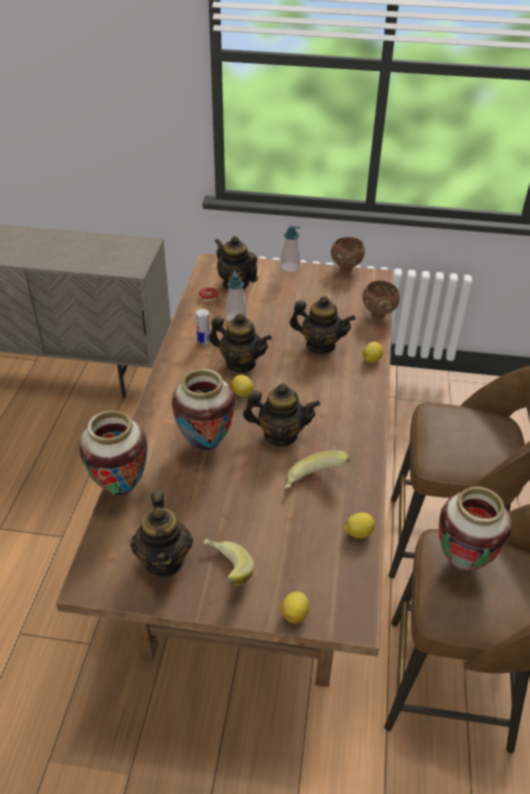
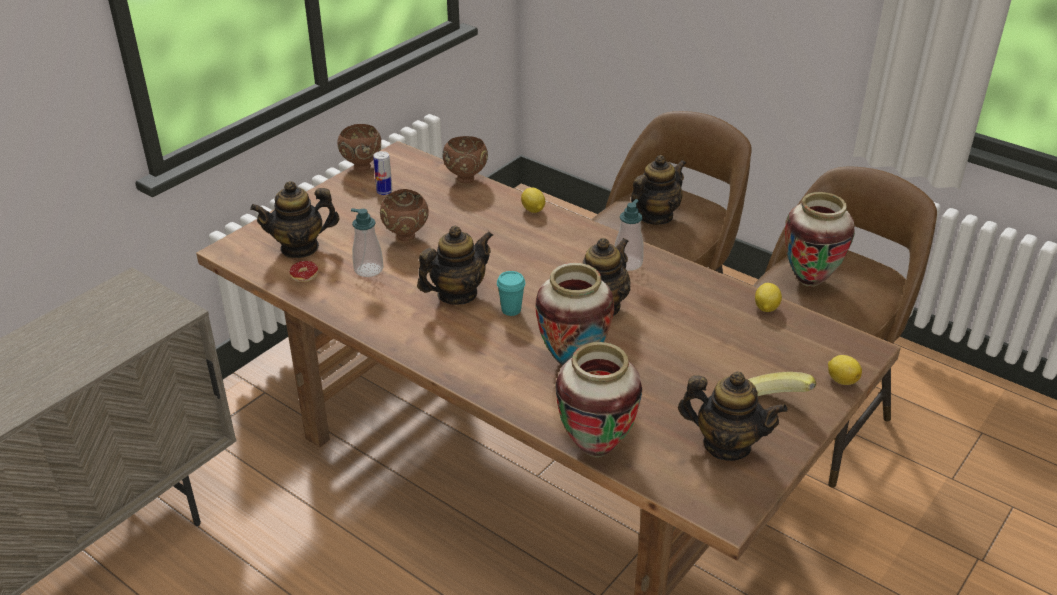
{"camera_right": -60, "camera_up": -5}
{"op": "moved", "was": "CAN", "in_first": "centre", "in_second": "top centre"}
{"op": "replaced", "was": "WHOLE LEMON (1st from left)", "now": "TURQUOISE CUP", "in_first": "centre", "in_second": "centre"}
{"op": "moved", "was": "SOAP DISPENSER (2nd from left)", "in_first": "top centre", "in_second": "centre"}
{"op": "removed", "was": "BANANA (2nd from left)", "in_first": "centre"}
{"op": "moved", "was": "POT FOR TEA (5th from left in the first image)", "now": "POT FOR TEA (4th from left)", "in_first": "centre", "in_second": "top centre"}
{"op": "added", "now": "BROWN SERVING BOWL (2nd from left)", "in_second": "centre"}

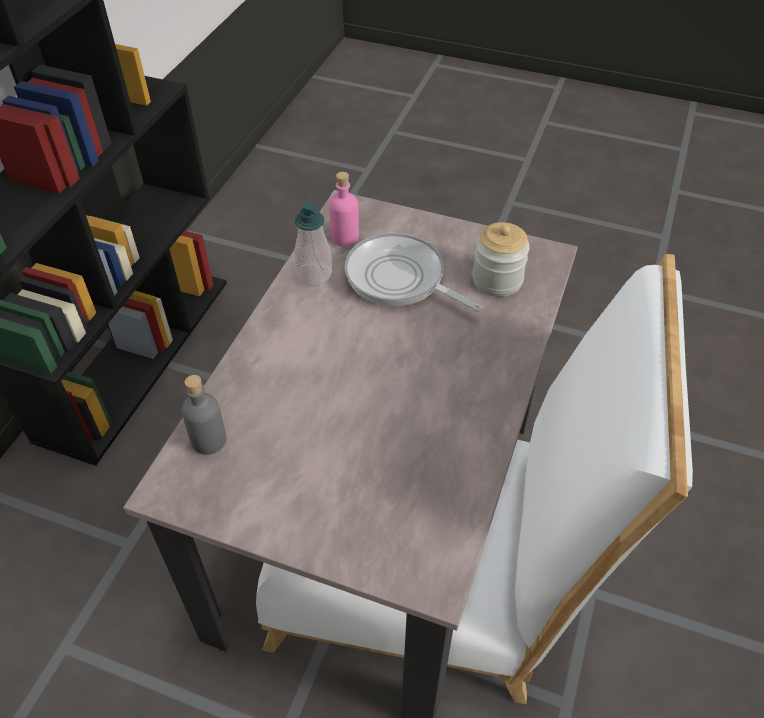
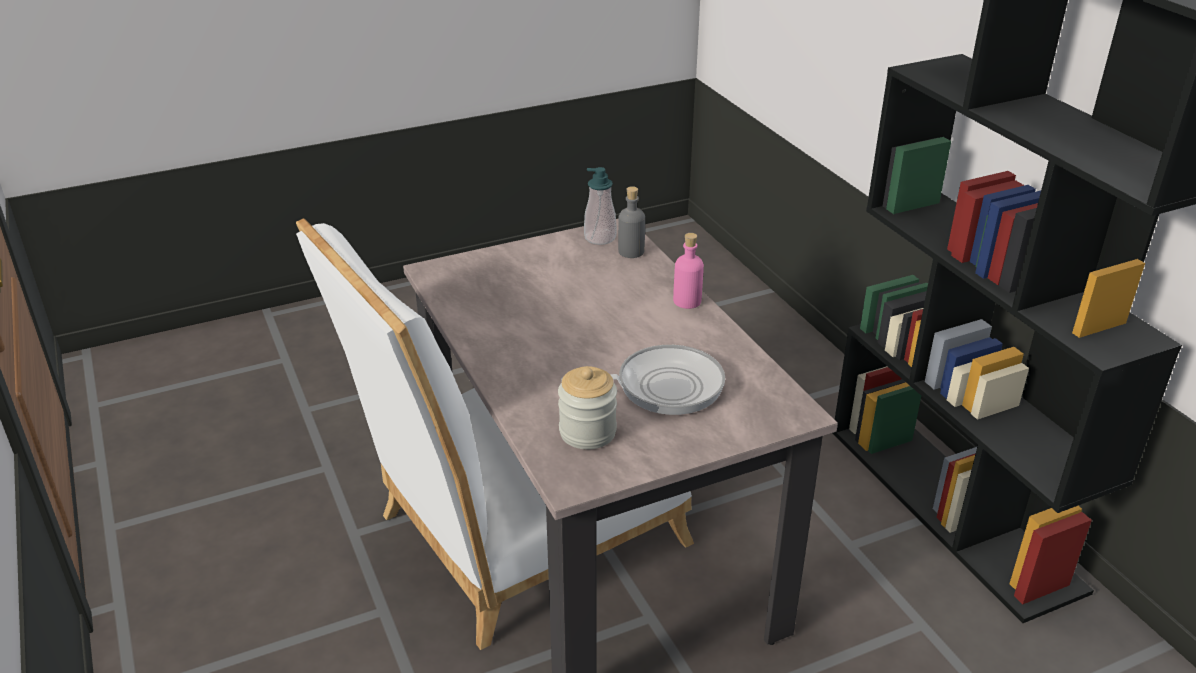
{"camera_right": 135, "camera_up": -15}
{"op": "moved", "was": "SOAP DISPENSER", "in_first": "centre", "in_second": "top centre"}
{"op": "moved", "was": "PINK-COLOURED BOTTLE", "in_first": "top centre", "in_second": "centre"}

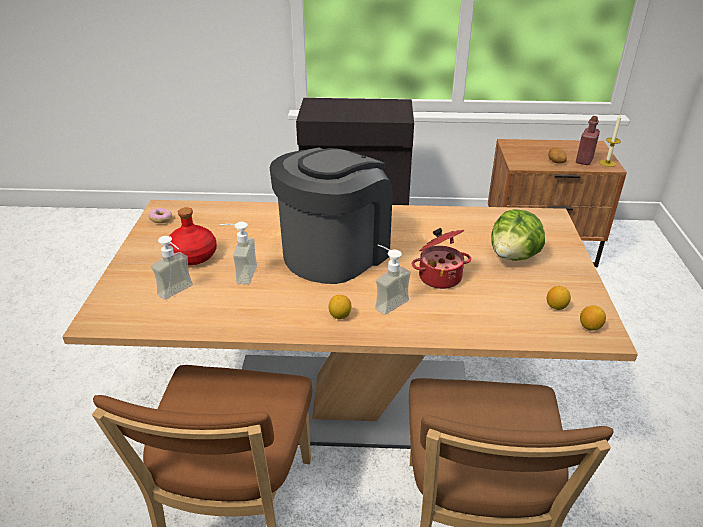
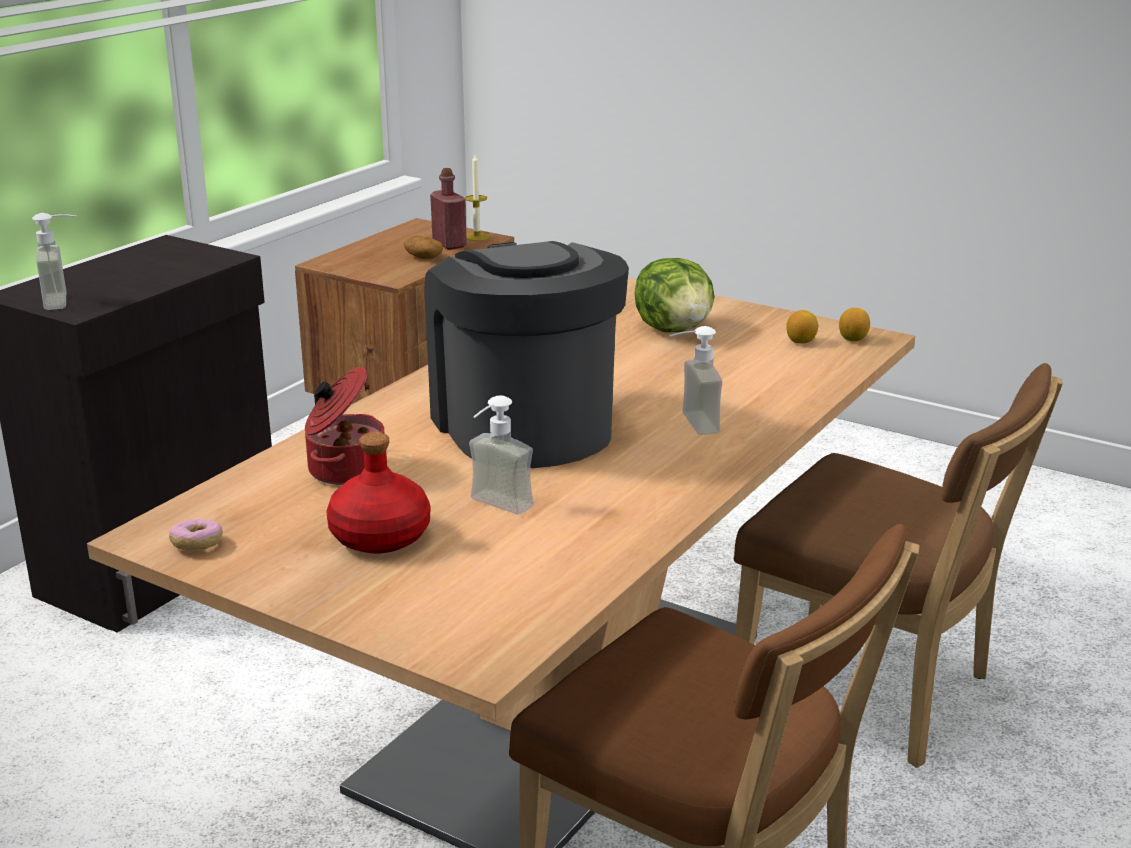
{"camera_right": -60, "camera_up": -10}
{"op": "moved", "was": "SOAP DISPENSER (1st from left)", "in_first": "middle left", "in_second": "top left"}
{"op": "removed", "was": "WHOLE LEMON (1st from left)", "in_first": "centre"}
{"op": "moved", "was": "COOKING POT", "in_first": "centre", "in_second": "middle left"}

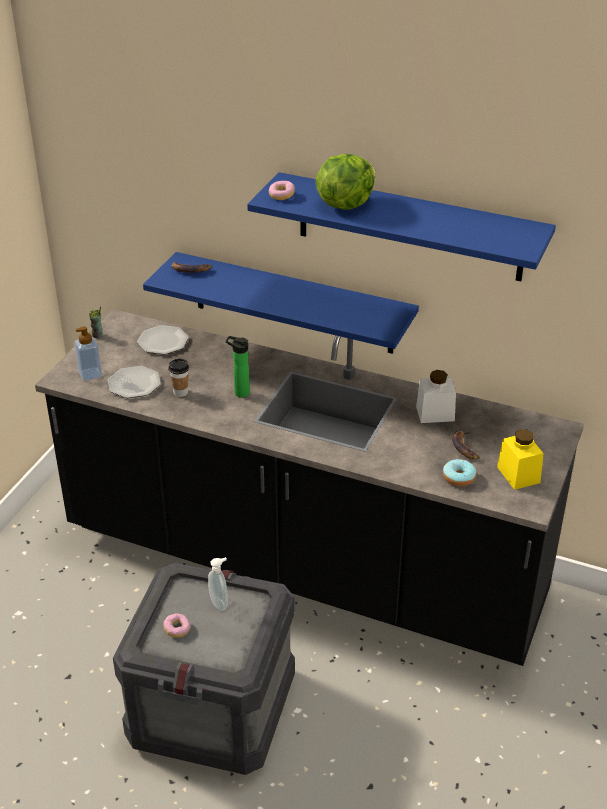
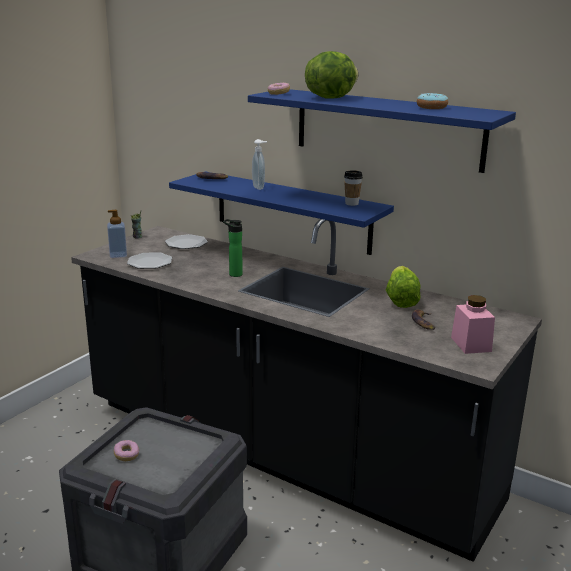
{"camera_right": 10, "camera_up": -15}
{"op": "moved", "was": "CUP (2nd from left)", "in_first": "middle left", "in_second": "top centre"}
{"op": "moved", "was": "SOAP DISPENSER (2nd from left)", "in_first": "bottom centre", "in_second": "top centre"}
{"op": "replaced", "was": "WHITE PRESERVE JAR", "now": "LETTUCE (2nd from left)", "in_first": "middle right", "in_second": "middle right"}
{"op": "moved", "was": "DONUT (3rd from left)", "in_first": "middle right", "in_second": "top right"}
{"op": "recoloured", "was": "YELLOWISH PRESERVE JAR", "now": "PINK-COLOURED PRESERVE JAR", "in_first": "middle right", "in_second": "middle right"}

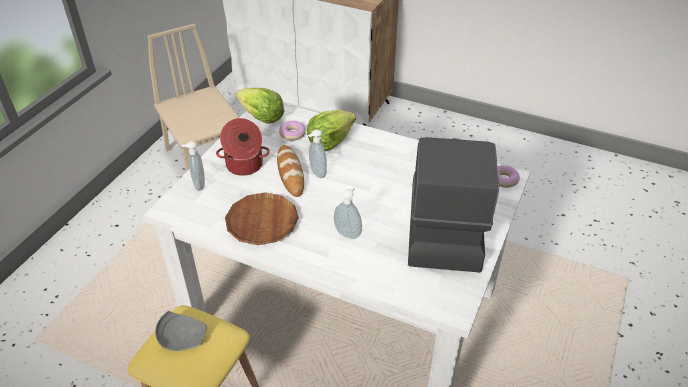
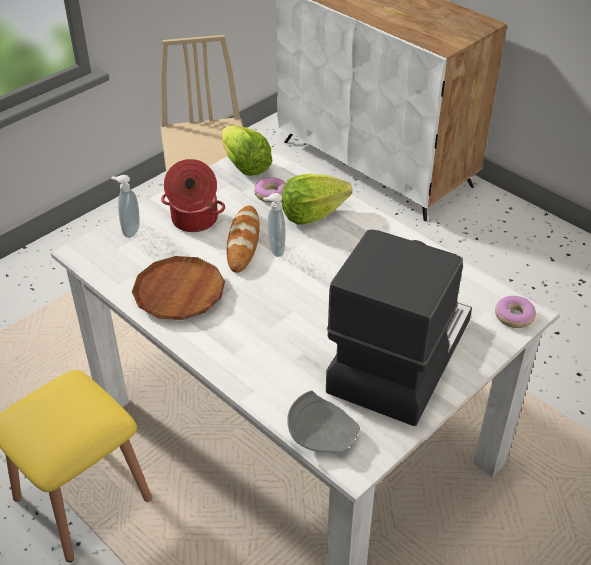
{"camera_right": 20, "camera_up": 0}
{"op": "moved", "was": "GRAY DINNER PLATE", "in_first": "bottom left", "in_second": "bottom centre"}
{"op": "removed", "was": "SOAP DISPENSER (3rd from left)", "in_first": "centre"}

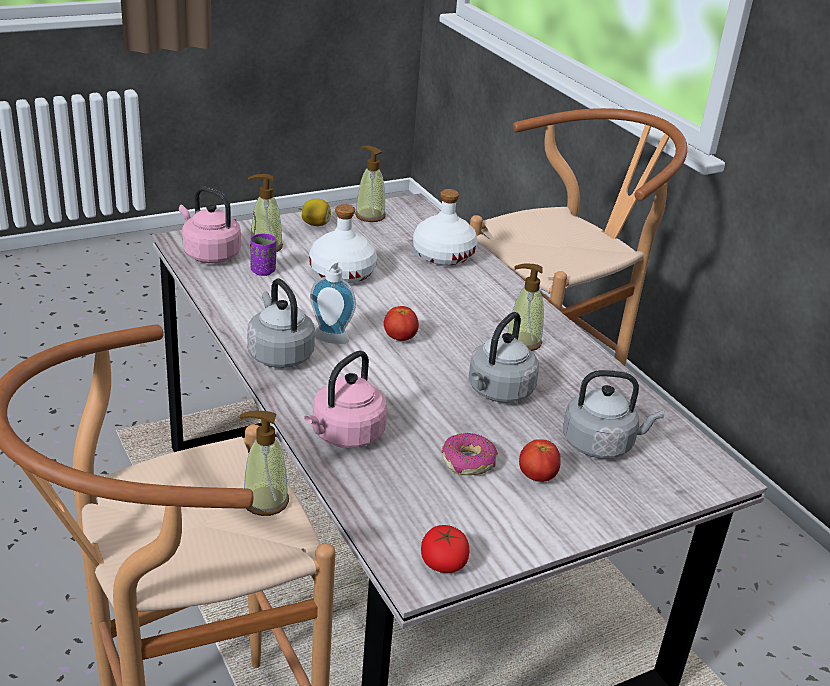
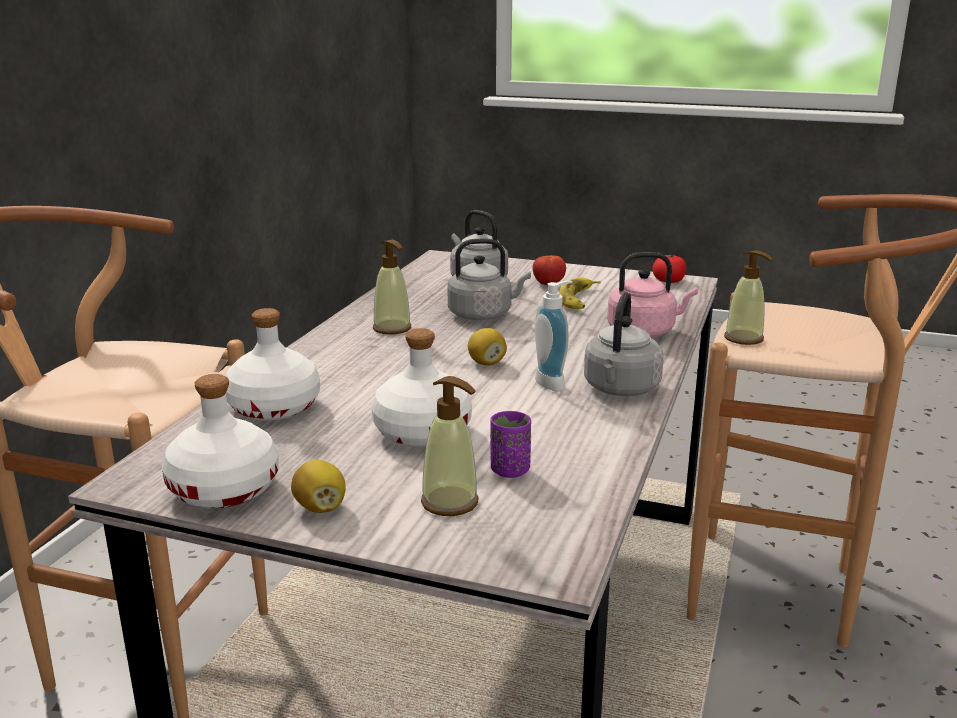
{"camera_right": -130, "camera_up": -10}
{"op": "removed", "was": "PINK-COLOURED TEA KETTLE (1st from left)", "in_first": "top left"}
{"op": "replaced", "was": "SOAP DISPENSER (4th from left)", "now": "WHITE BOTTLE (1st from left)", "in_first": "top centre", "in_second": "middle left"}
{"op": "replaced", "was": "FRESH TOMATO (1st from left)", "now": "WHOLE LEMON (2nd from left)", "in_first": "centre", "in_second": "centre"}
{"op": "replaced", "was": "DONUT", "now": "BANANA", "in_first": "centre", "in_second": "centre"}

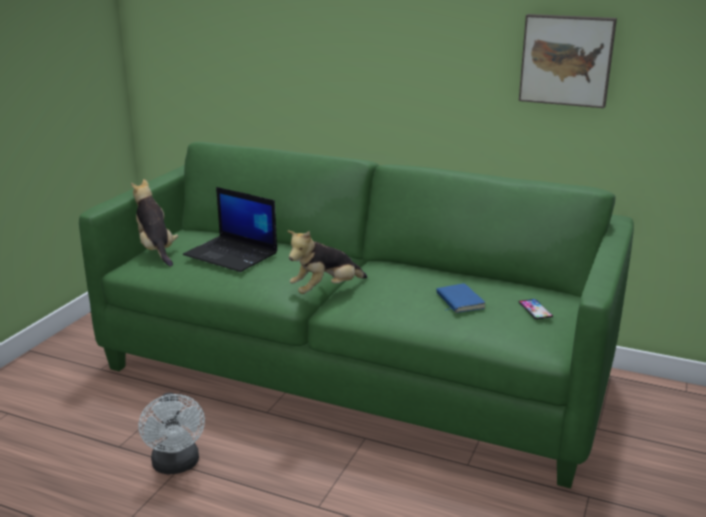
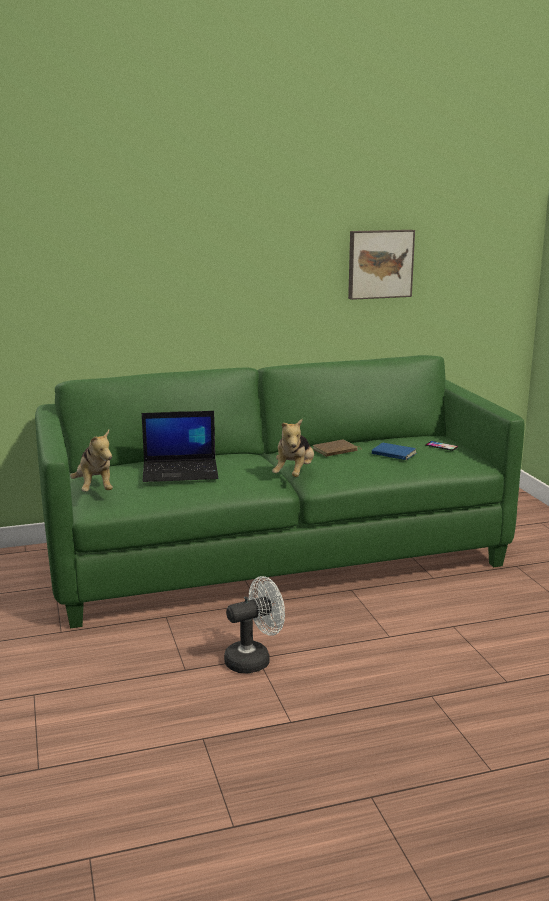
{"camera_right": -40, "camera_up": -5}
{"op": "turned", "was": "PLUSH TOY (1st from left)", "in_first": "middle left", "in_second": "middle left", "clockwise": -135}
{"op": "turned", "was": "WHITE ELECTRIC FAN", "in_first": "bottom left", "in_second": "bottom centre", "clockwise": -60}
{"op": "added", "now": "BROWN BOOK", "in_second": "centre"}

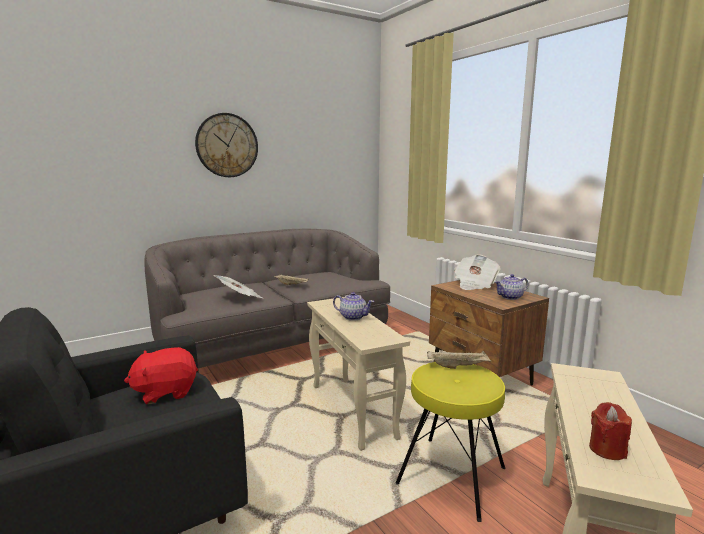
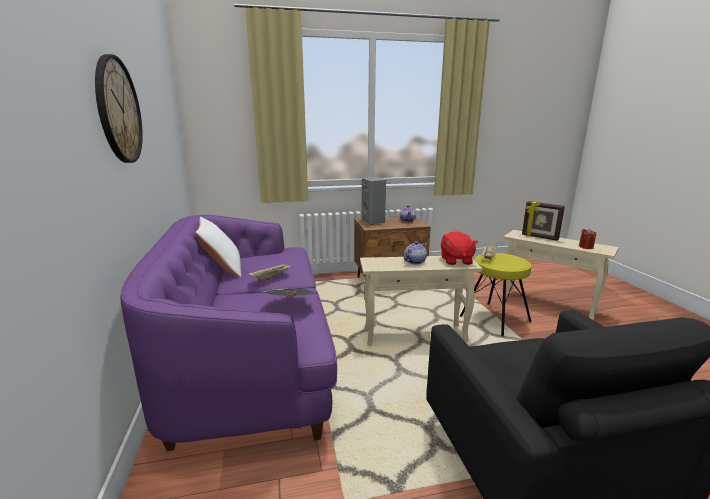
{"camera_right": -70, "camera_up": 5}
{"op": "moved", "was": "RED PLUSH TOY", "in_first": "bottom left", "in_second": "centre"}
{"op": "recoloured", "was": "GRAY SOFA", "now": "PURPLE-COLOURED SOFA", "in_first": "centre", "in_second": "bottom left"}
{"op": "replaced", "was": "NEWSPAPER (2nd from left)", "now": "GRAY SPEAKER", "in_first": "middle right", "in_second": "centre"}
{"op": "added", "now": "WHITE CUSHION", "in_second": "middle left"}
{"op": "added", "now": "PHOTO FRAME", "in_second": "middle right"}

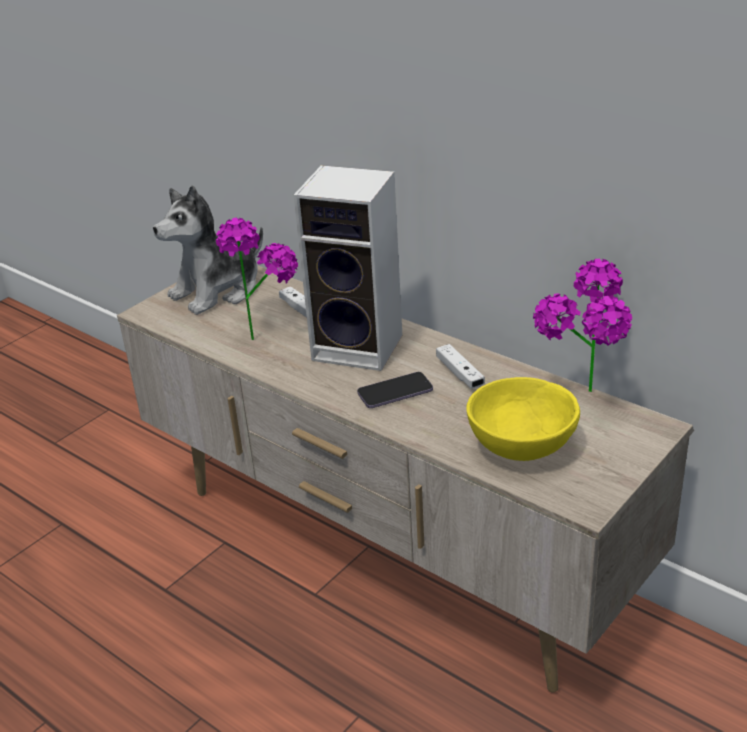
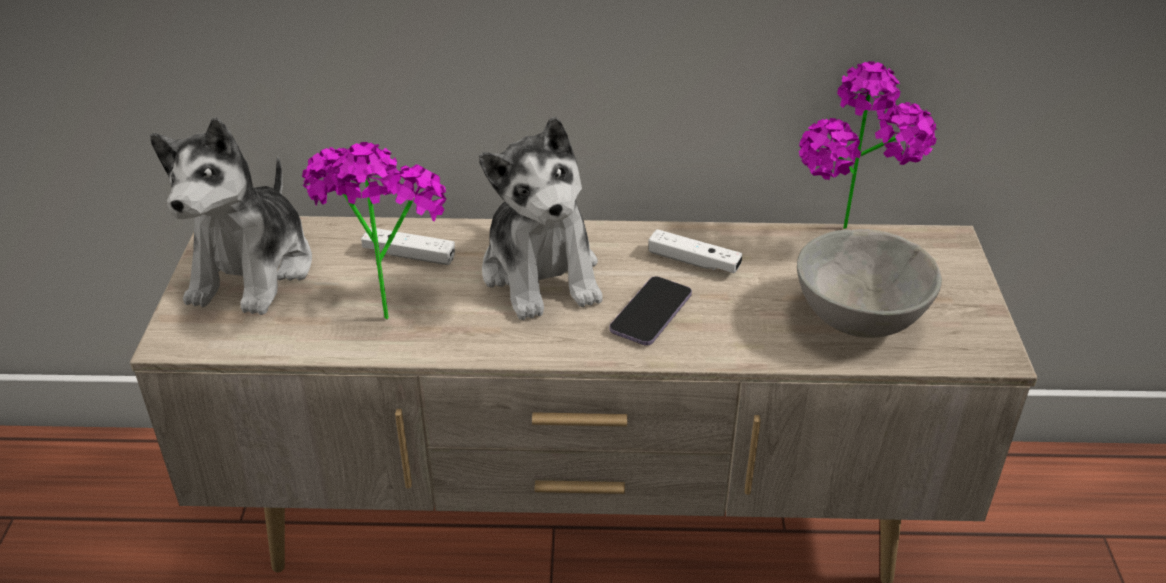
{"camera_right": -40, "camera_up": 5}
{"op": "replaced", "was": "SPEAKER", "now": "PLUSH TOY (2nd from left)", "in_first": "centre", "in_second": "centre"}
{"op": "recoloured", "was": "YELLOWISH SERVING BOWL", "now": "GRAY SERVING BOWL", "in_first": "middle right", "in_second": "middle right"}

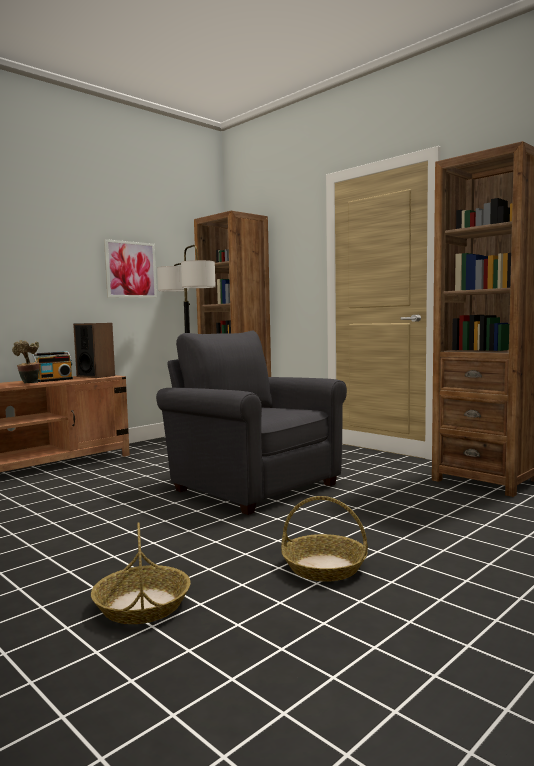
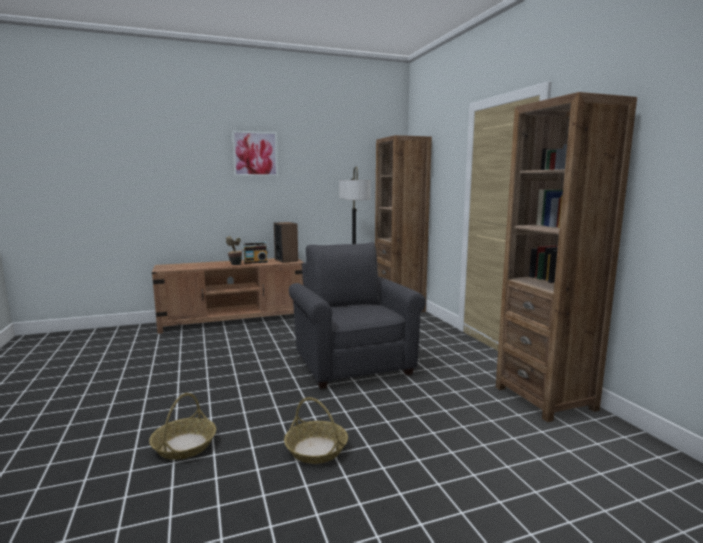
{"camera_right": 25, "camera_up": 5}
{"op": "moved", "was": "PICTURE", "in_first": "middle left", "in_second": "top centre"}

